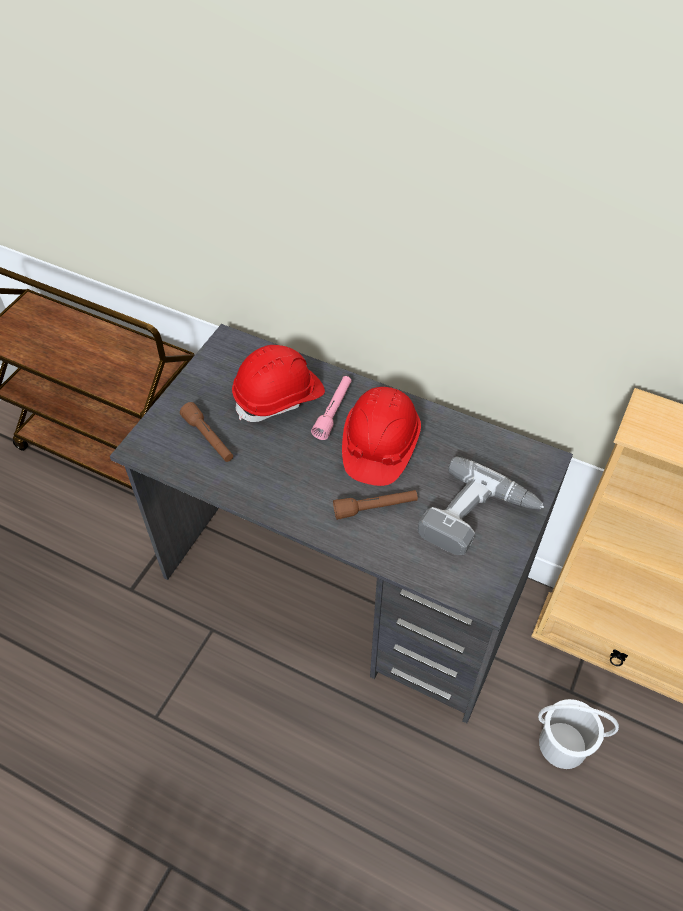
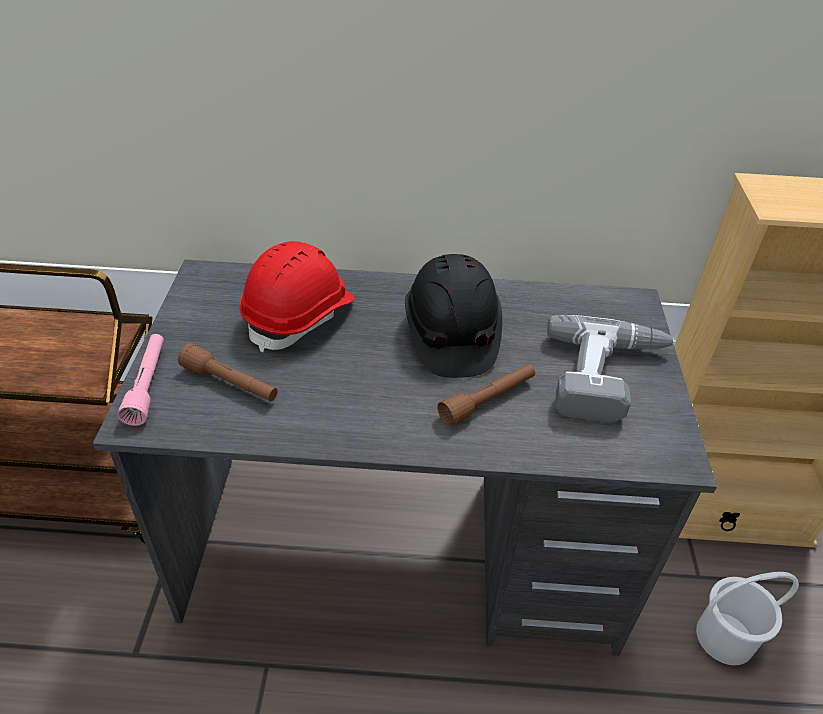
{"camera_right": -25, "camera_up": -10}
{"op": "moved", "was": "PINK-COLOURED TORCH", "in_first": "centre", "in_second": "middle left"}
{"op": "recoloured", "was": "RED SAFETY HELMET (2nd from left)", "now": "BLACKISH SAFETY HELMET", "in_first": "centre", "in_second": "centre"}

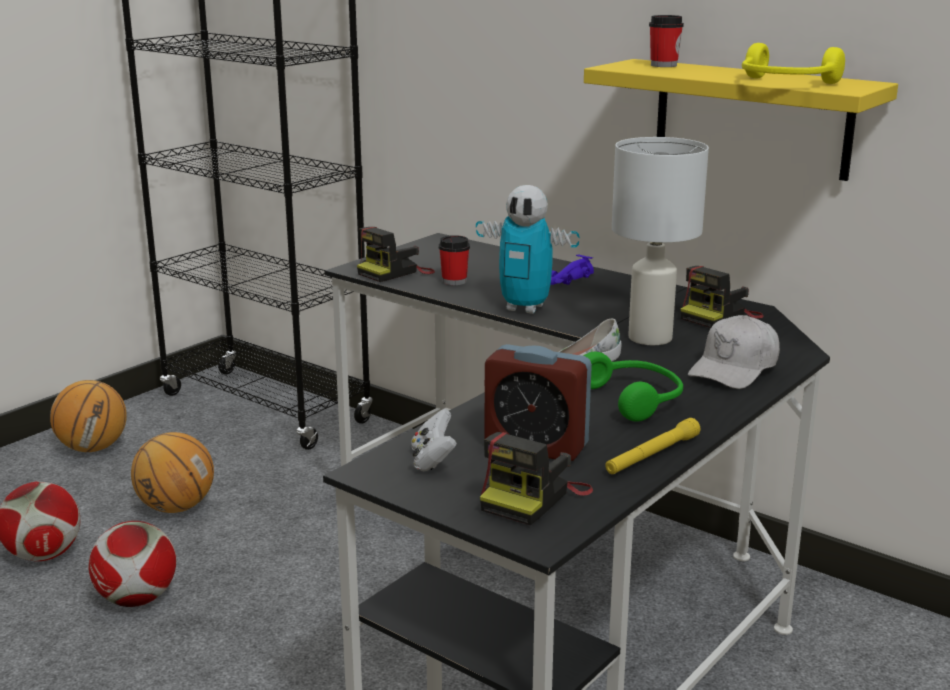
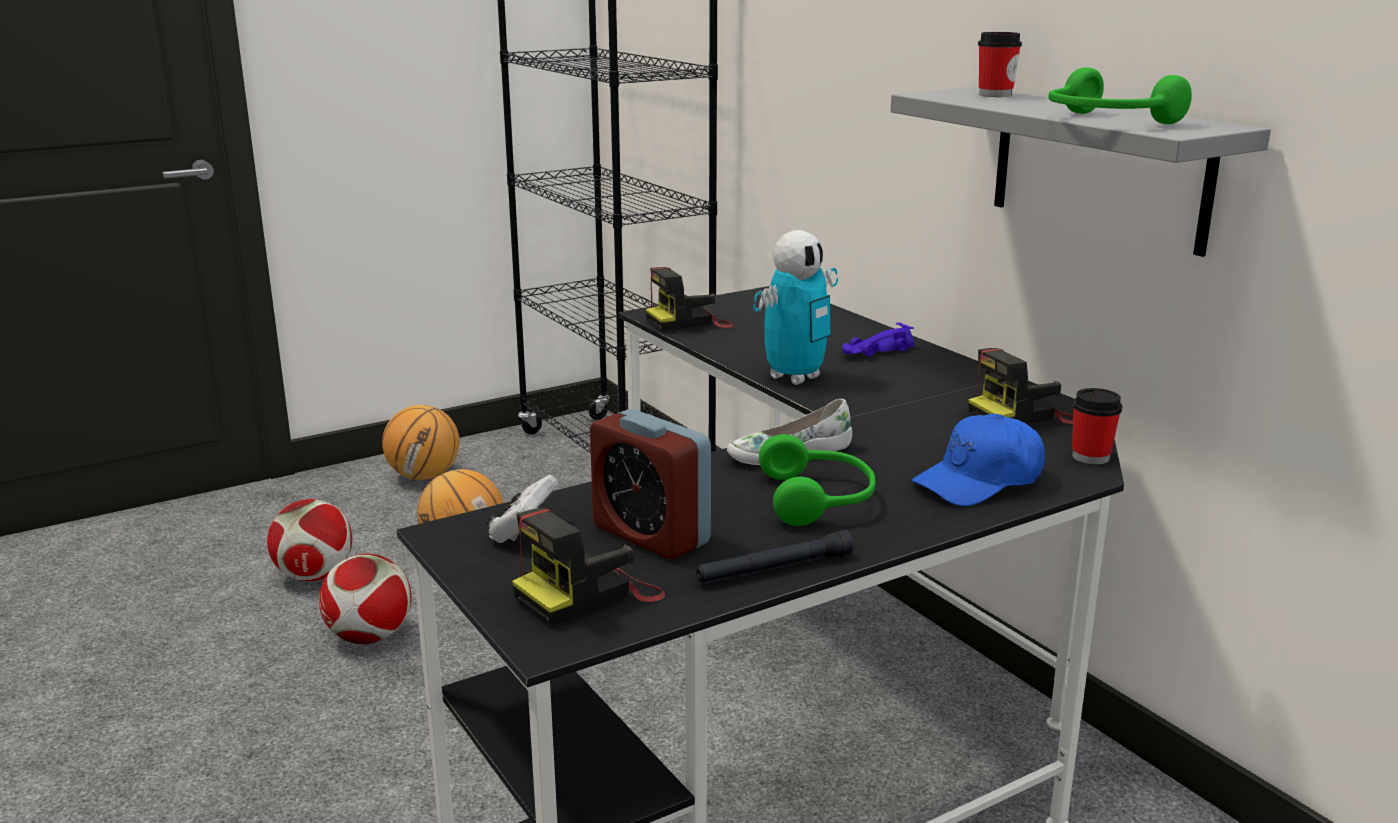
{"camera_right": 20, "camera_up": 0}
{"op": "moved", "was": "CUP (1st from left in the first image)", "now": "CUP (2nd from left)", "in_first": "centre", "in_second": "middle right"}
{"op": "turned", "was": "TOY ROBOT", "in_first": "centre", "in_second": "centre", "clockwise": -90}
{"op": "recoloured", "was": "YELLOWISH WALL SHELF", "now": "GRAY WALL SHELF", "in_first": "top right", "in_second": "top right"}
{"op": "recoloured", "was": "YELLOWISH TORCH", "now": "BLACKISH TORCH", "in_first": "middle right", "in_second": "bottom centre"}
{"op": "removed", "was": "WHITE LAMP FOR A TABLE", "in_first": "middle right"}
{"op": "recoloured", "was": "WHITE CAP", "now": "BLUE-COLOURED CAP", "in_first": "middle right", "in_second": "middle right"}
{"op": "recoloured", "was": "YELLOWISH HEADPHONES", "now": "GREEN HEADPHONES (2nd from left)", "in_first": "top right", "in_second": "top right"}

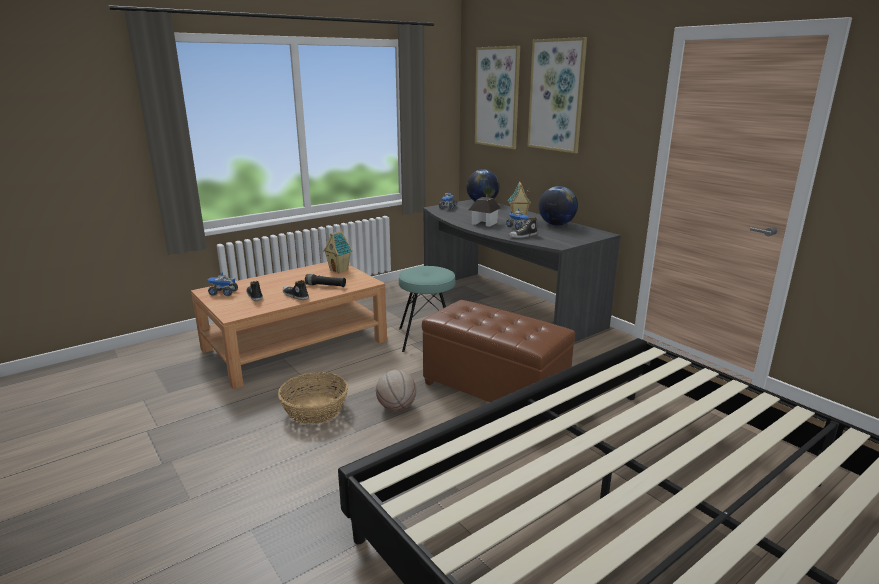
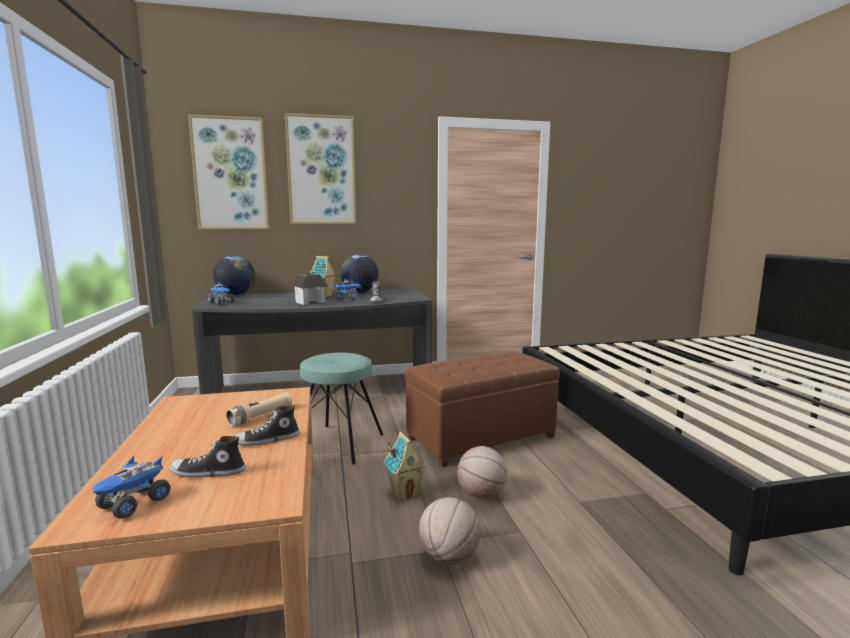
{"camera_right": -65, "camera_up": -10}
{"op": "replaced", "was": "HOUSEHOLD BASKET", "now": "BALL FOR BASKETBALL (1st from left)", "in_first": "bottom centre", "in_second": "bottom centre"}
{"op": "recoloured", "was": "BLACKISH TORCH", "now": "BEIGE TORCH", "in_first": "centre", "in_second": "middle left"}
{"op": "moved", "was": "MODEL HOUSE (1st from left in the first image)", "now": "MODEL HOUSE (3rd from left)", "in_first": "centre", "in_second": "bottom centre"}

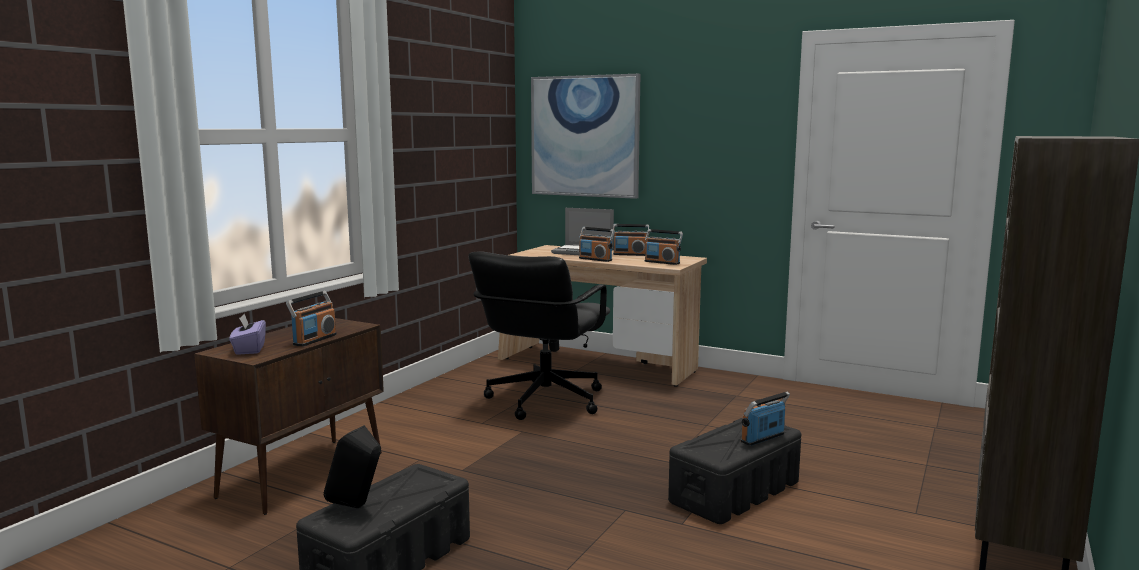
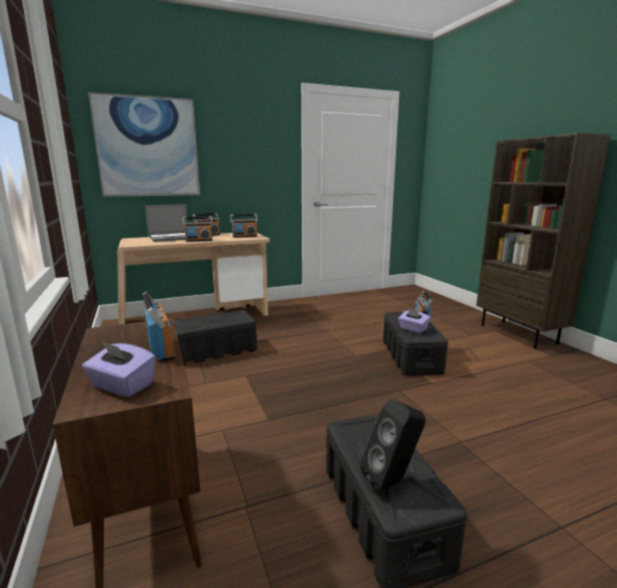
{"camera_right": -50, "camera_up": 5}
{"op": "replaced", "was": "BLACKISH OFFICE CHAIR", "now": "BLACKISH STORAGE CONTAINER (1st from left)", "in_first": "centre", "in_second": "centre"}
{"op": "added", "now": "PURPLE-COLOURED TISSUE BOX (2nd from left)", "in_second": "middle right"}

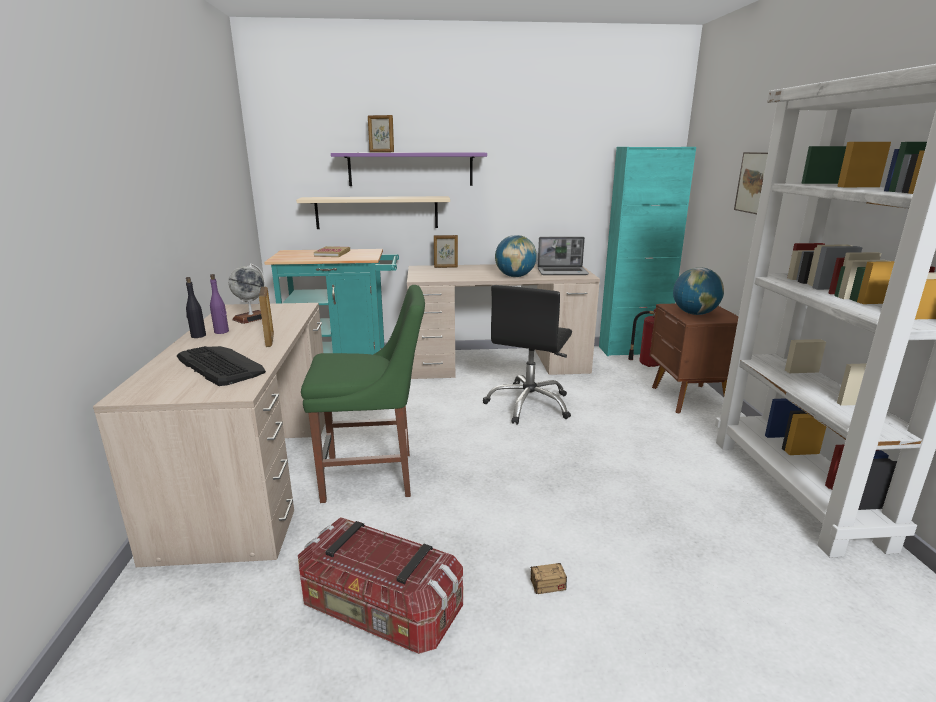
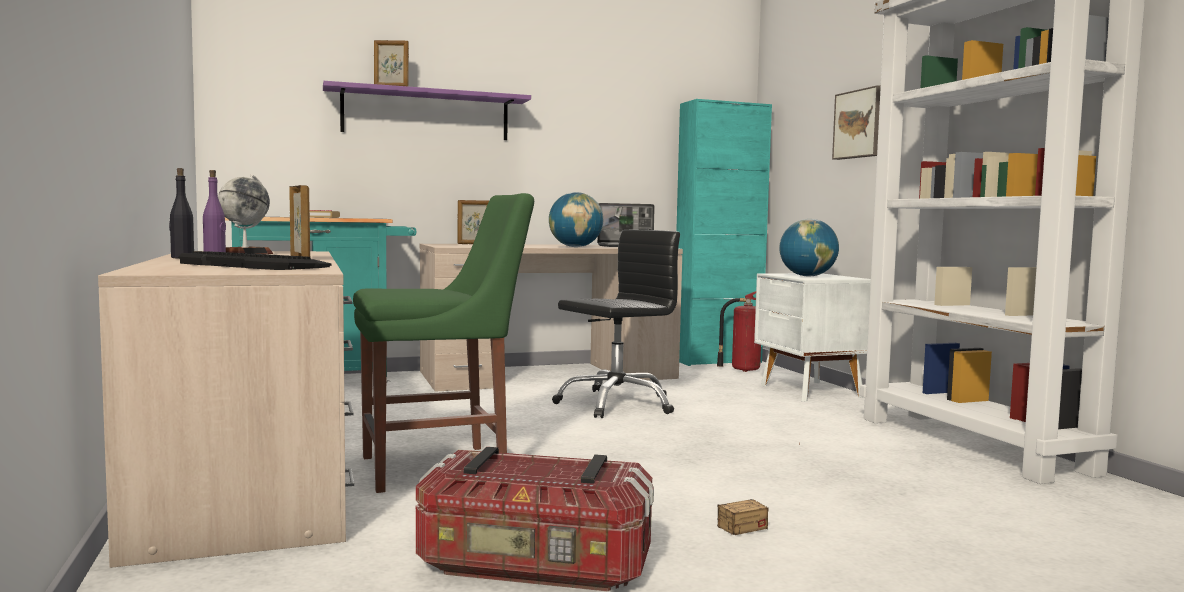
{"camera_right": -15, "camera_up": -15}
{"op": "removed", "was": "BEIGE WALL SHELF", "in_first": "top centre"}
{"op": "turned", "was": "BLACKISH OFFICE CHAIR", "in_first": "centre", "in_second": "centre", "clockwise": -135}
{"op": "recoloured", "was": "BROWN BEDSIDE TABLE", "now": "WHITE BEDSIDE TABLE", "in_first": "middle right", "in_second": "middle right"}

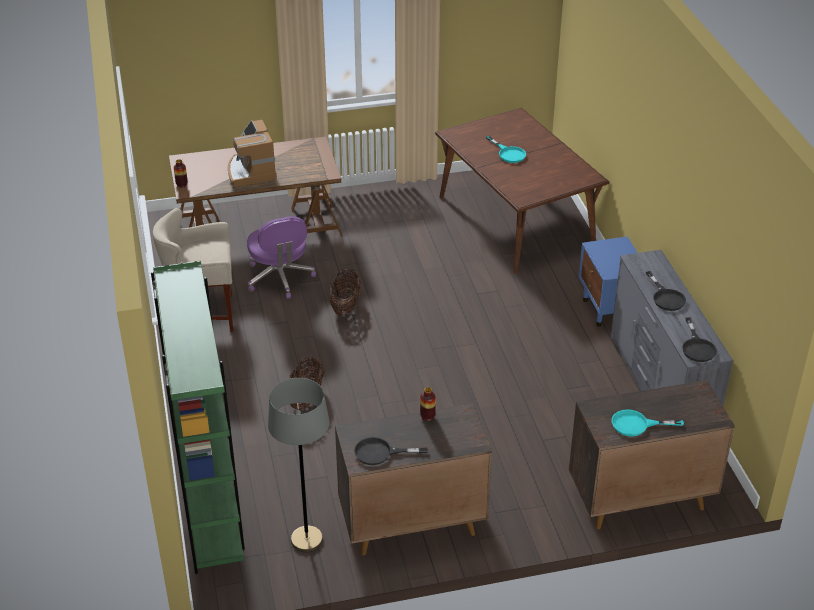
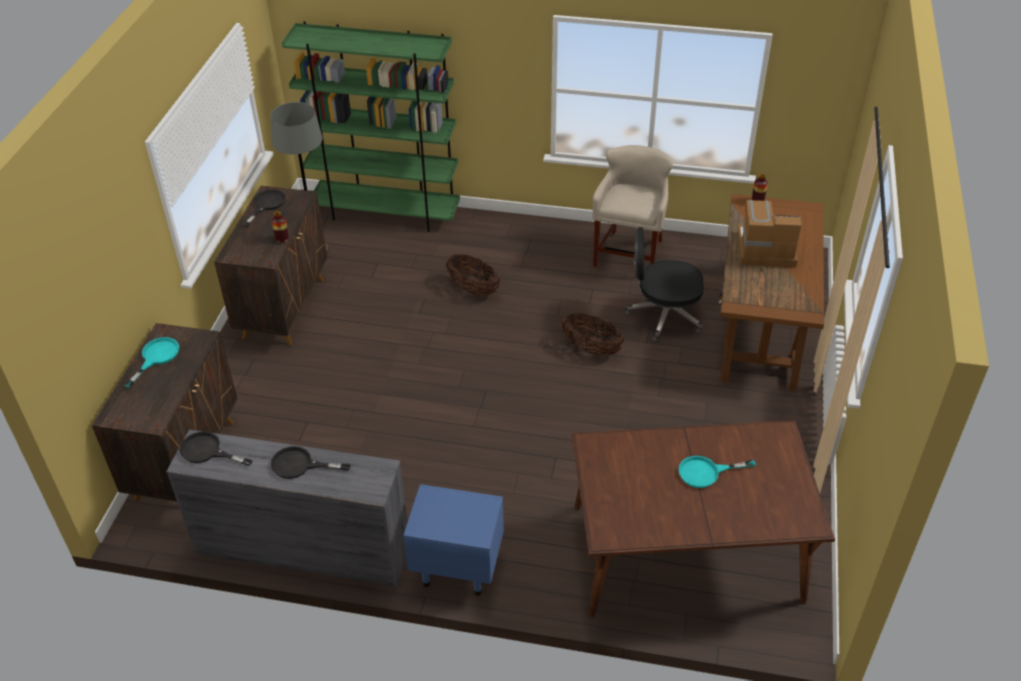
{"camera_right": 115, "camera_up": 5}
{"op": "recoloured", "was": "PURPLE-COLOURED OFFICE CHAIR", "now": "BLACKISH OFFICE CHAIR", "in_first": "centre", "in_second": "centre"}

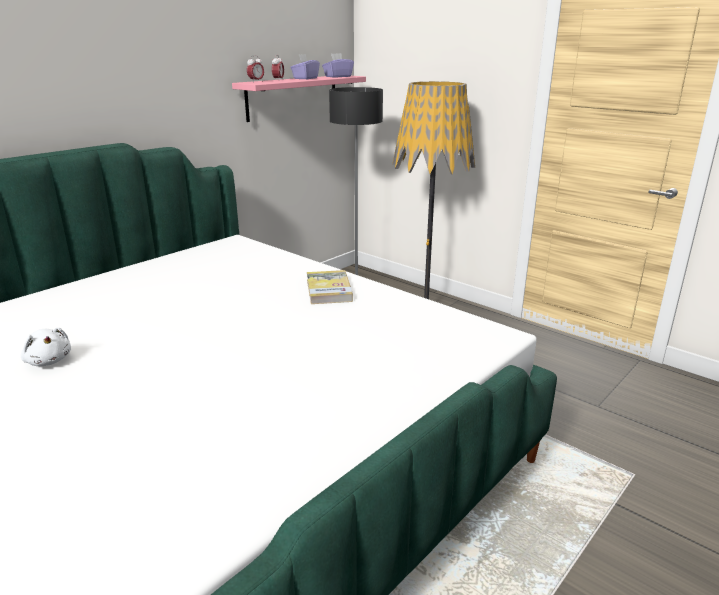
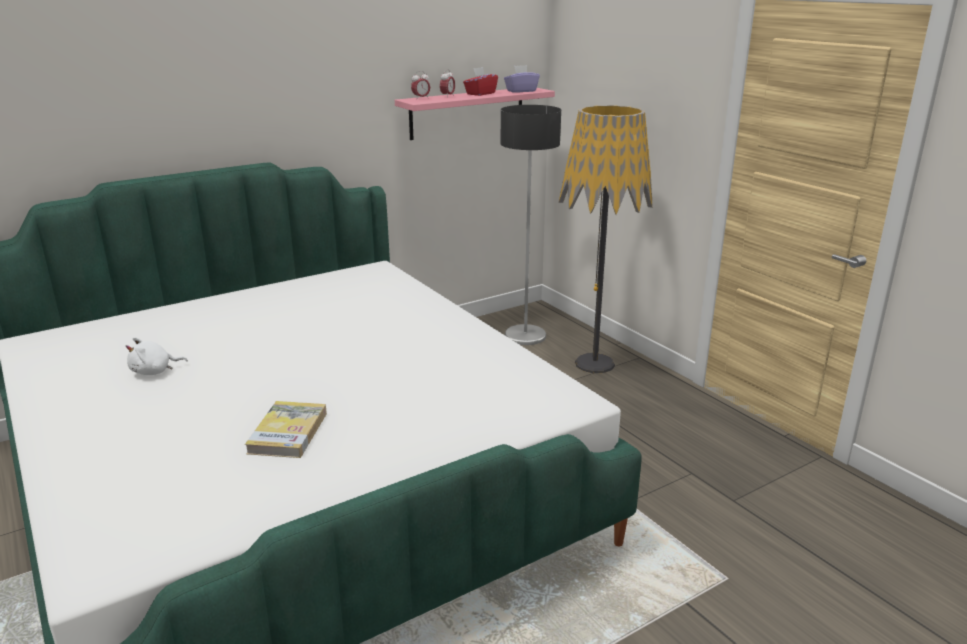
{"camera_right": 15, "camera_up": 0}
{"op": "turned", "was": "WHITE PLUSH TOY", "in_first": "middle left", "in_second": "middle left", "clockwise": 90}
{"op": "recoloured", "was": "PURPLE-COLOURED TISSUE BOX (1st from left)", "now": "RED TISSUE BOX", "in_first": "top centre", "in_second": "top centre"}
{"op": "moved", "was": "BOOK", "in_first": "centre", "in_second": "middle left"}

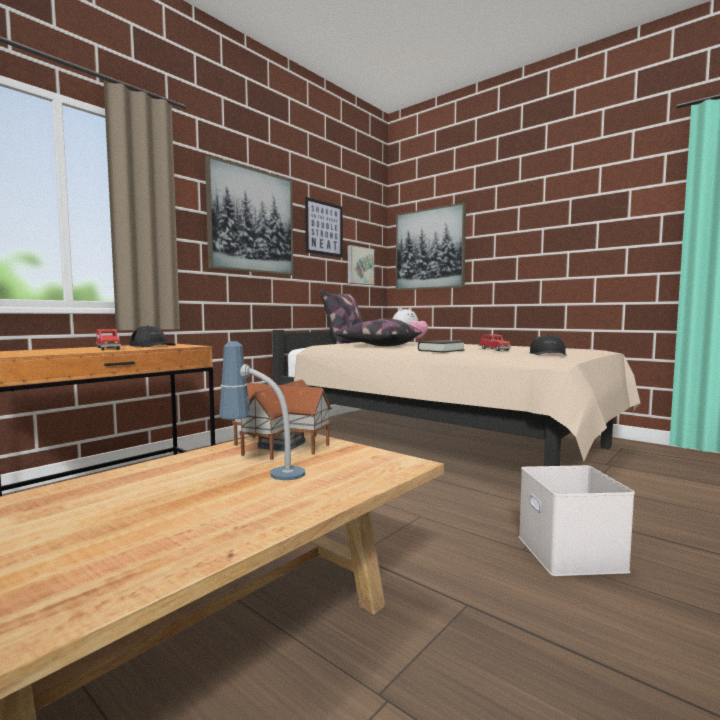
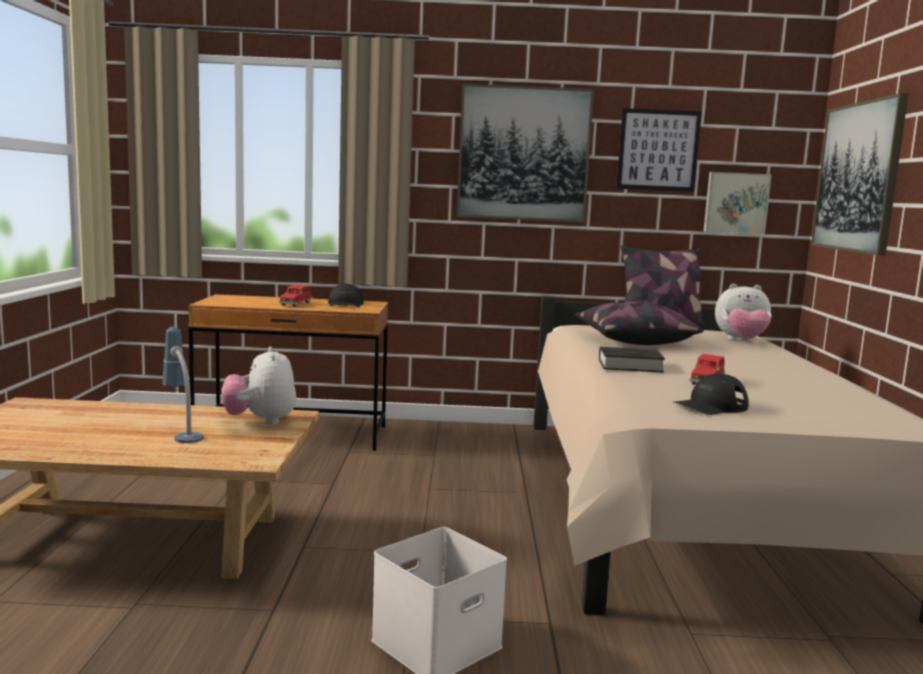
{"camera_right": 50, "camera_up": 5}
{"op": "replaced", "was": "MODEL HOUSE", "now": "PLUSH TOY (1st from left)", "in_first": "centre", "in_second": "middle left"}

